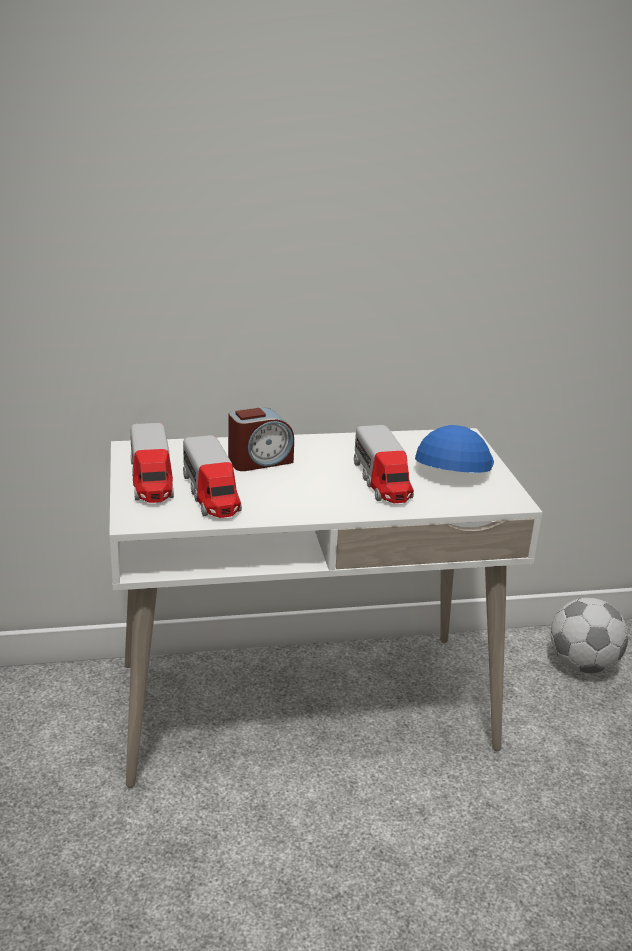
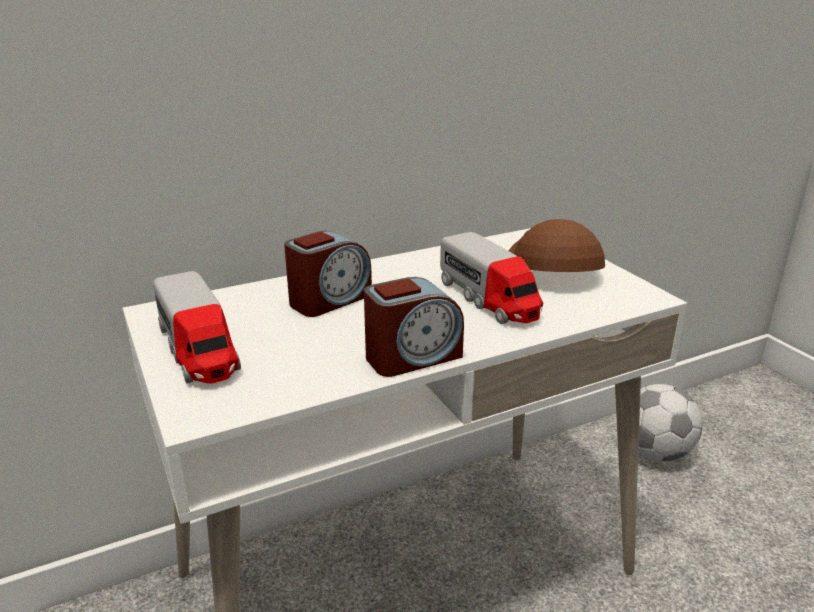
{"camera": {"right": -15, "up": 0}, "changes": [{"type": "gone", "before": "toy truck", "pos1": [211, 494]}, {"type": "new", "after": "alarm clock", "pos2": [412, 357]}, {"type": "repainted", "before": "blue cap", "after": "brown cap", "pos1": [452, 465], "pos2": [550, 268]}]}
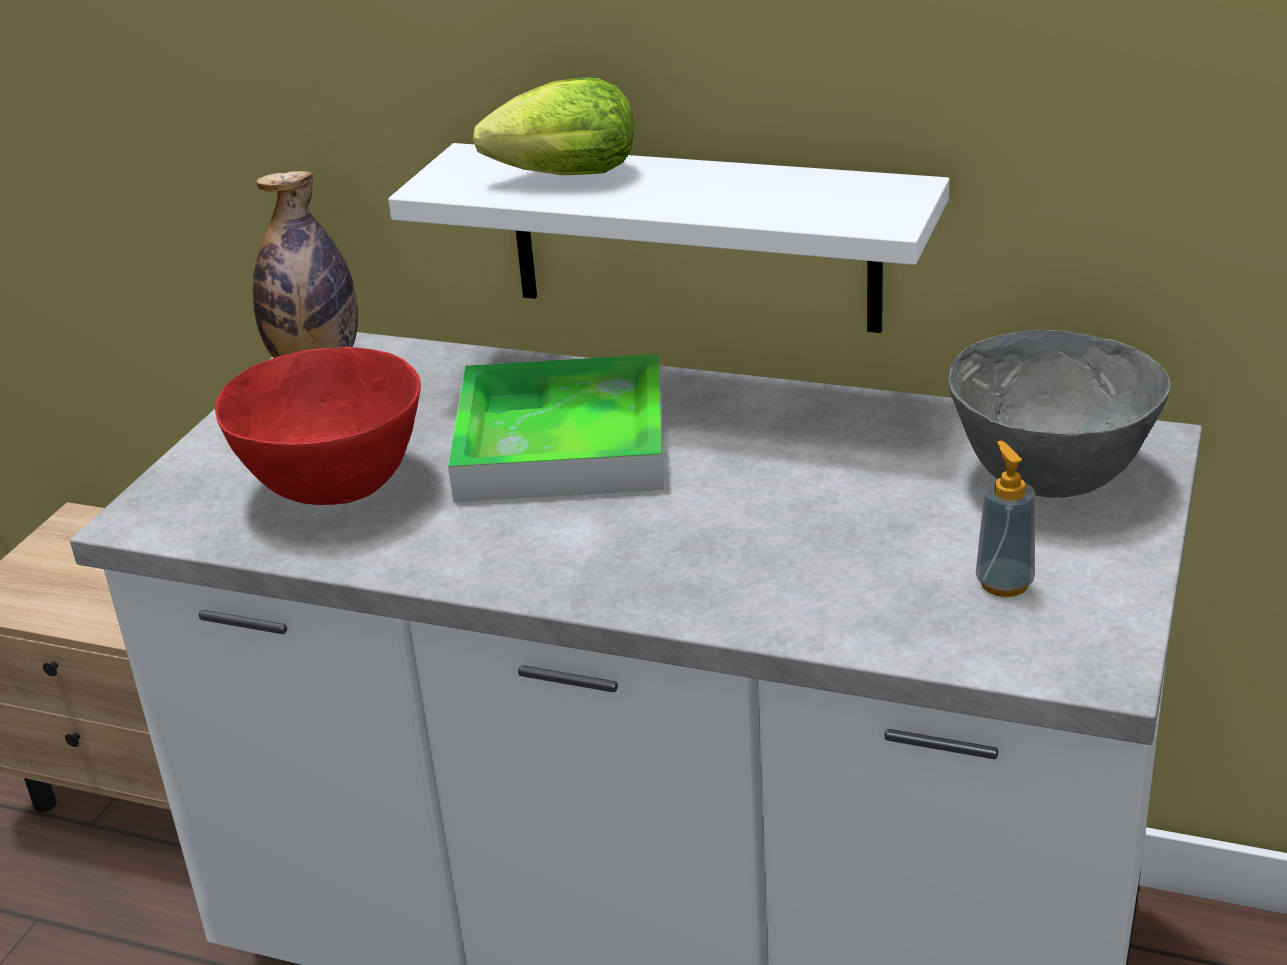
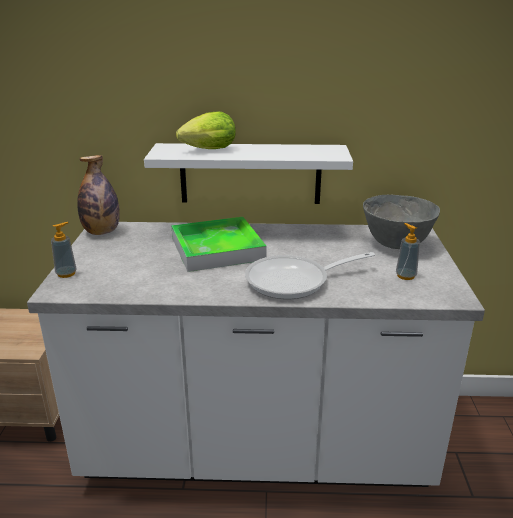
{"camera": {"right": -20, "up": -5}, "changes": [{"type": "gone", "before": "red bowl", "pos1": [337, 487]}, {"type": "new", "after": "soap dispenser", "pos2": [66, 273]}, {"type": "new", "after": "frying pan", "pos2": [294, 281]}]}
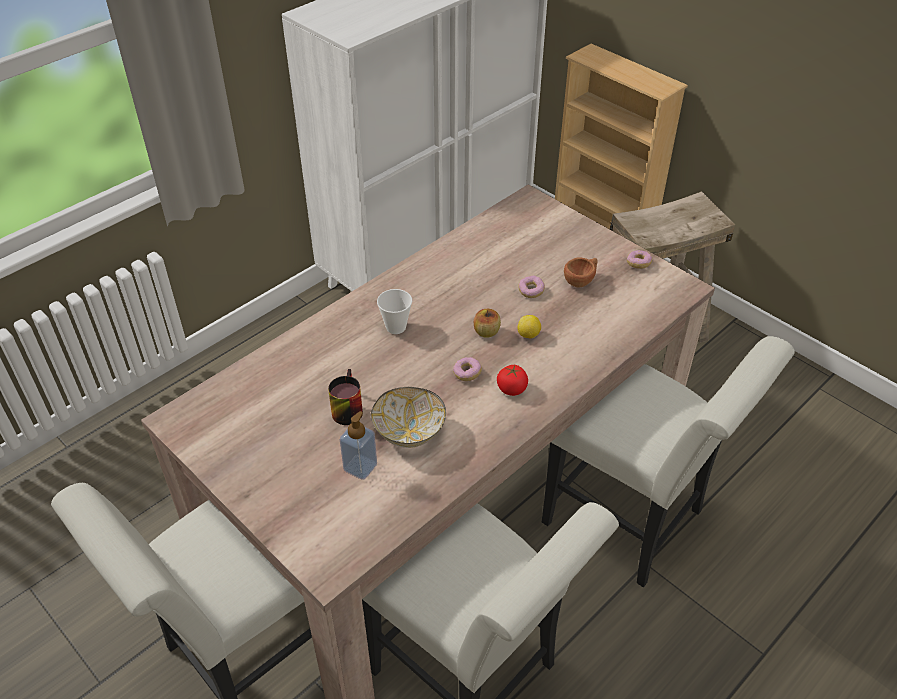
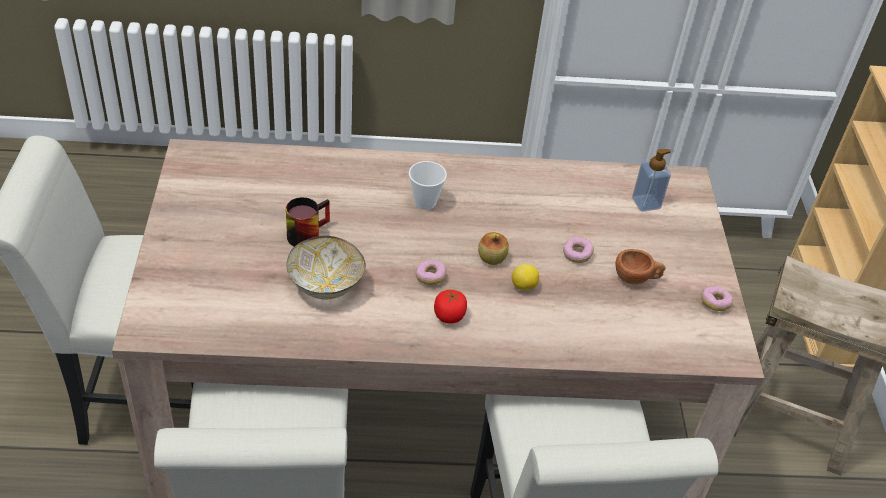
{"camera": {"right": 40, "up": 0}, "changes": [{"type": "shifted", "before": "soap dispenser", "pos1": [360, 467], "pos2": [646, 203]}]}
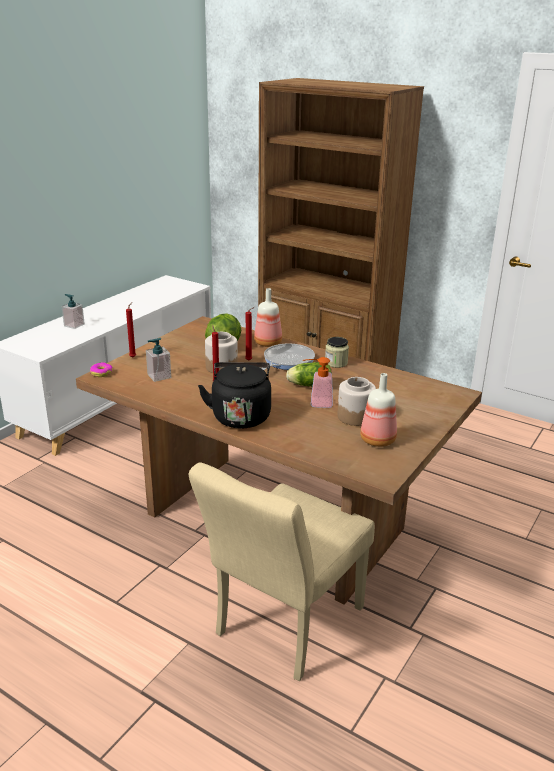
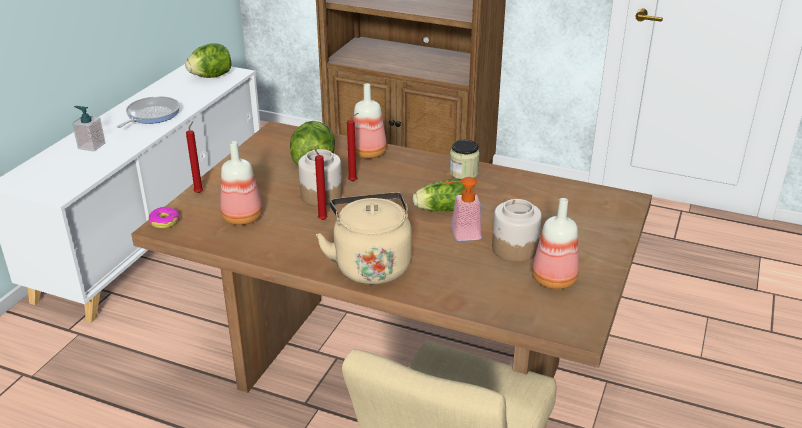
{"camera": {"right": -10, "up": 5}, "changes": [{"type": "new", "after": "lettuce", "pos2": [211, 76]}, {"type": "shifted", "before": "frying pan", "pos1": [286, 361], "pos2": [151, 115]}, {"type": "swapped", "before": "soap dispenser", "after": "bottle", "pos1": [159, 376], "pos2": [243, 218]}, {"type": "repainted", "before": "black kettle", "after": "beige kettle", "pos1": [240, 416], "pos2": [371, 265]}]}
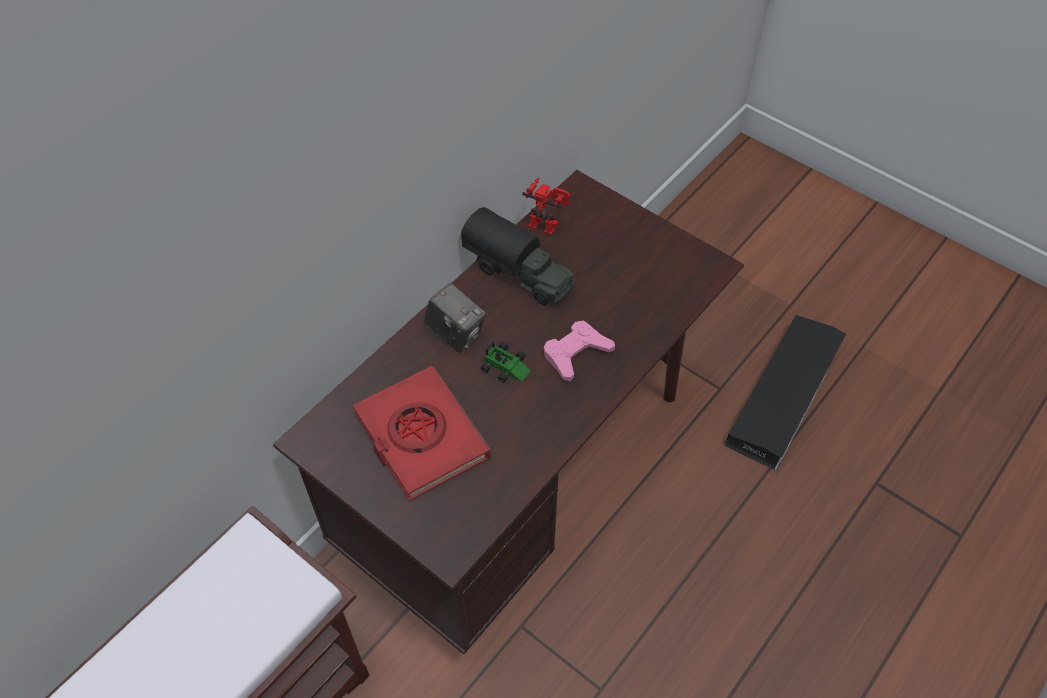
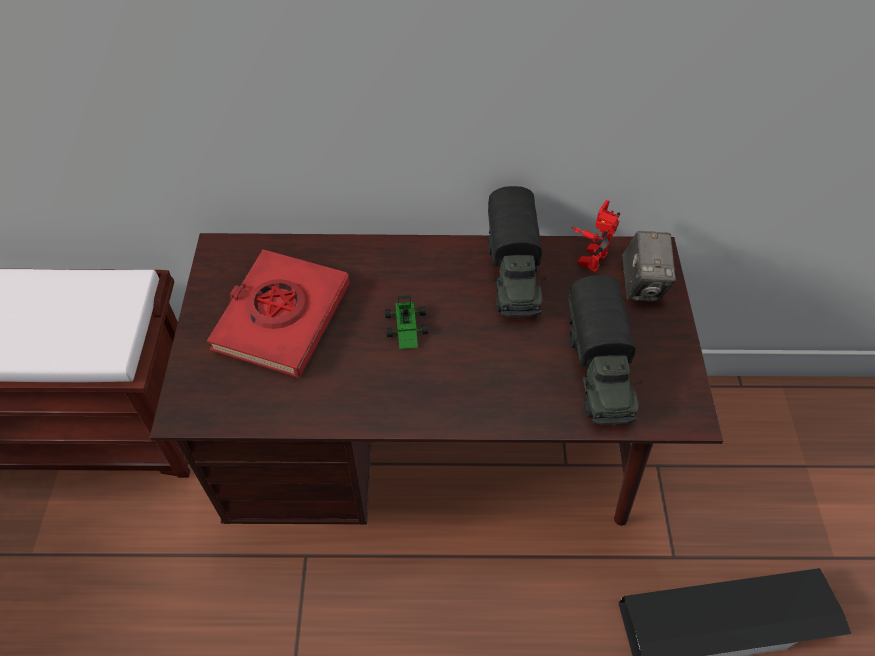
{"camera": {"right": 50, "up": 0}, "changes": [{"type": "gone", "before": "pink game controller", "pos1": [576, 353]}, {"type": "new", "after": "toy truck", "pos2": [598, 369]}, {"type": "shifted", "before": "photo camera", "pos1": [455, 333], "pos2": [641, 285]}, {"type": "rotated", "before": "toy robot", "pos1": [547, 223], "pos2": [589, 255], "turn": -135}]}
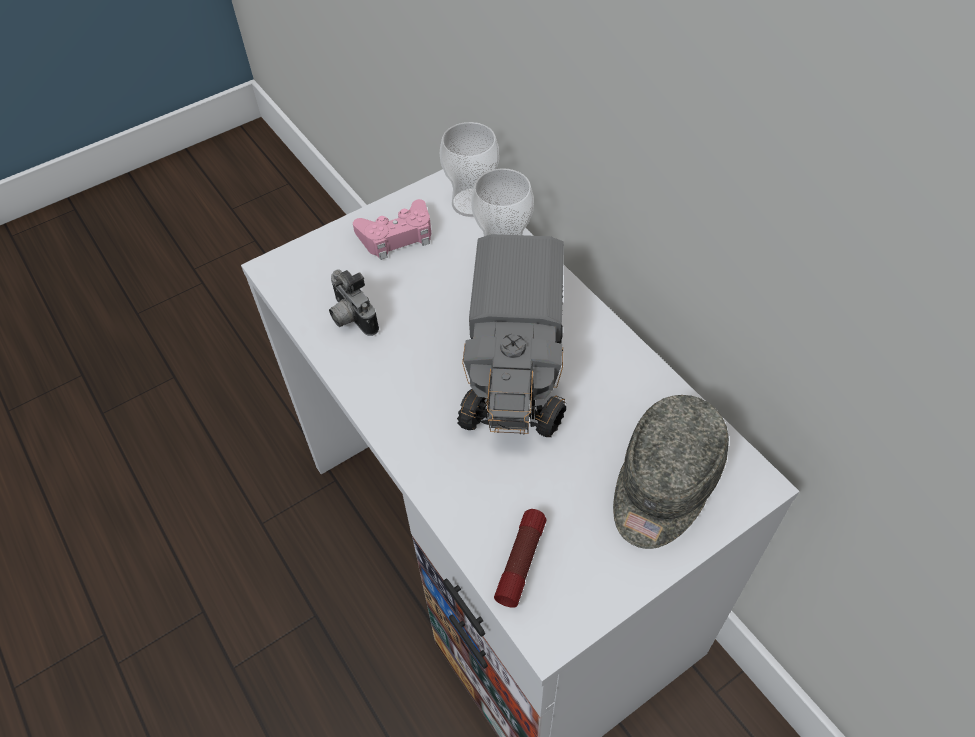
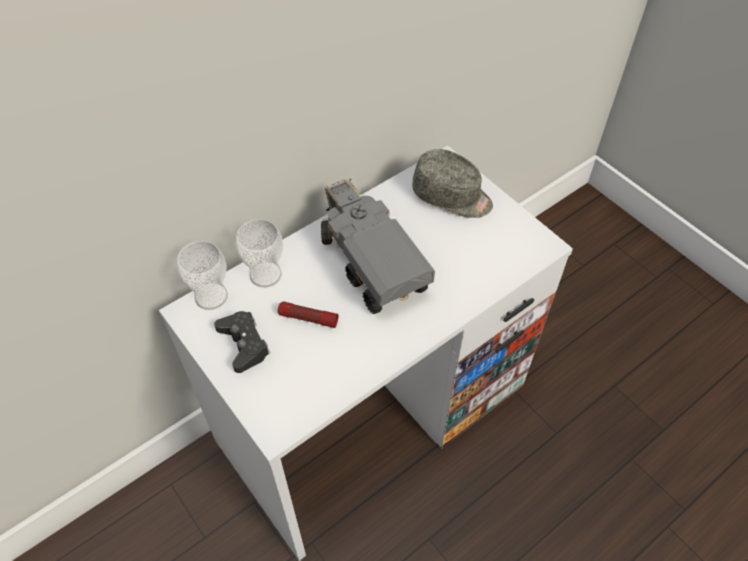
{"camera": {"right": -95, "up": 0}, "changes": [{"type": "gone", "before": "photo camera", "pos1": [351, 318]}, {"type": "shifted", "before": "flashlight", "pos1": [521, 561], "pos2": [308, 318]}, {"type": "repainted", "before": "pink game controller", "after": "black game controller", "pos1": [397, 236], "pos2": [244, 344]}, {"type": "rotated", "before": "toy truck", "pos1": [515, 364], "pos2": [371, 264], "turn": -120}]}
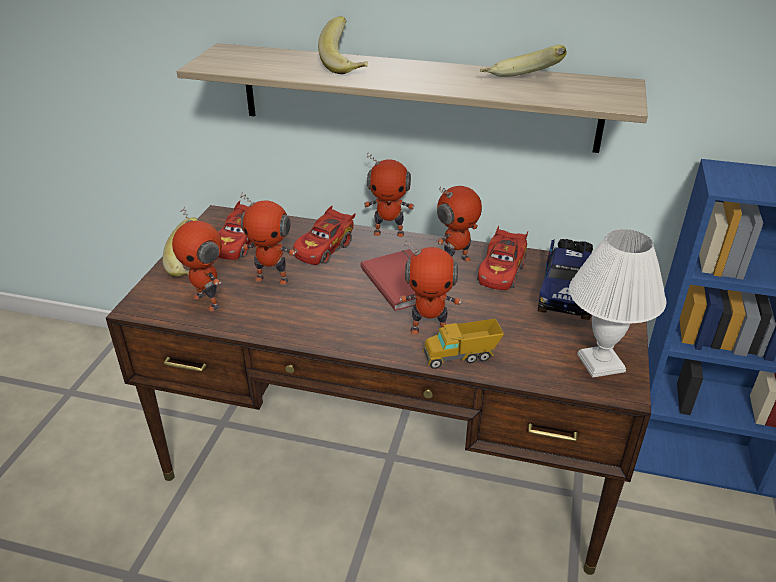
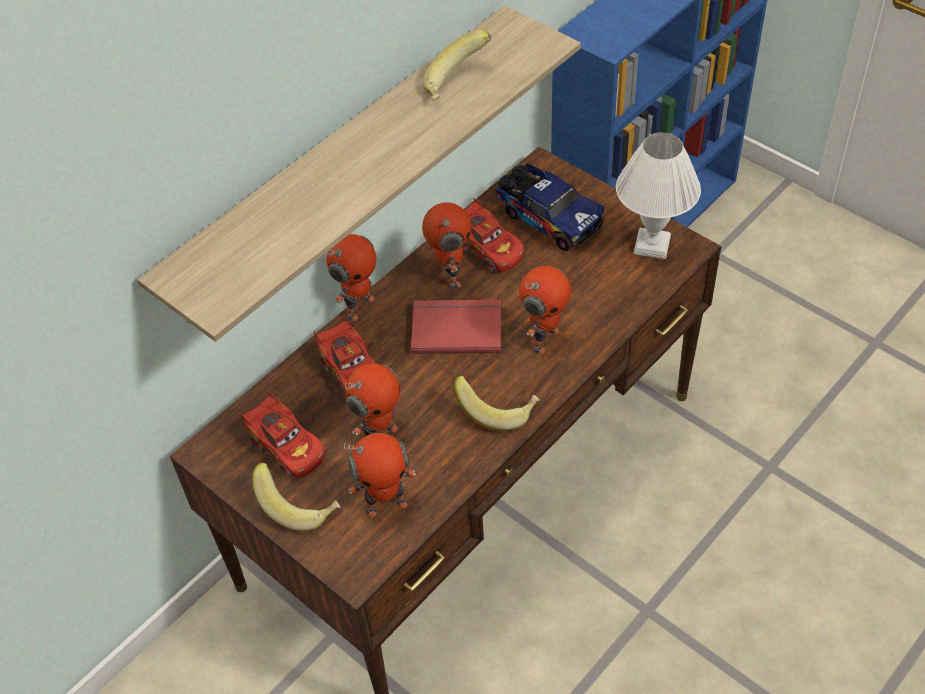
{"camera": {"right": -60, "up": 15}, "changes": [{"type": "gone", "before": "toy truck", "pos1": [461, 357]}, {"type": "shifted", "before": "banana", "pos1": [347, 66], "pos2": [497, 410]}]}
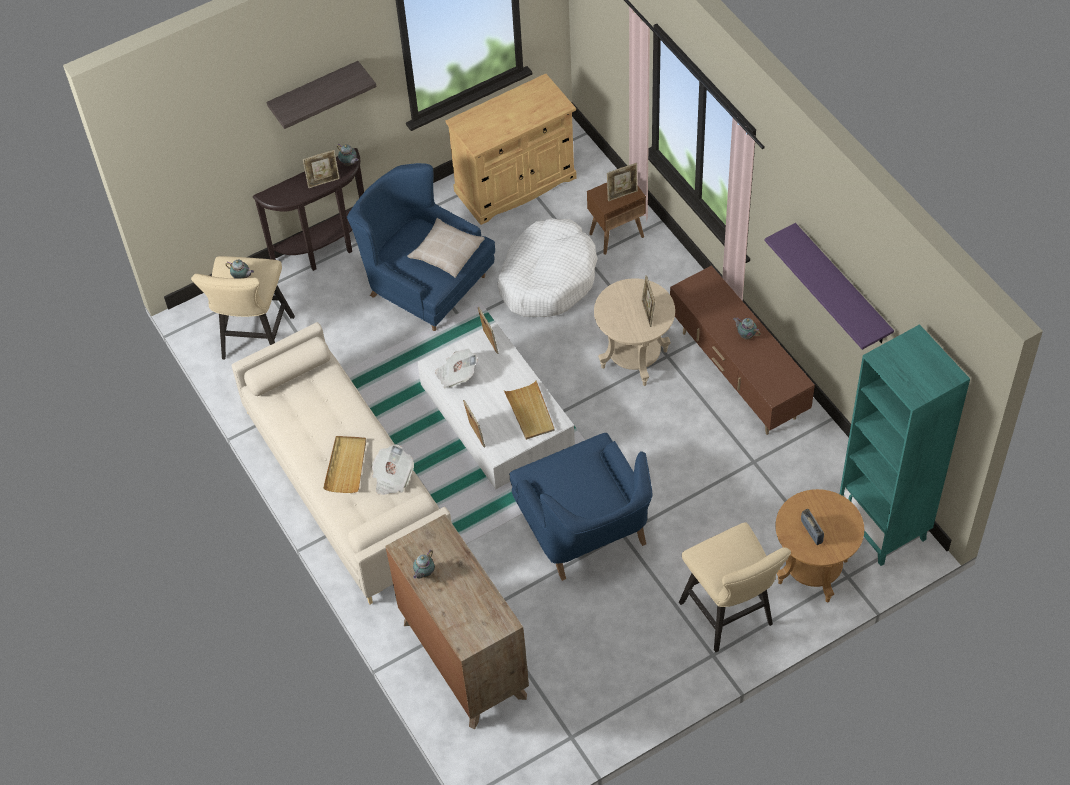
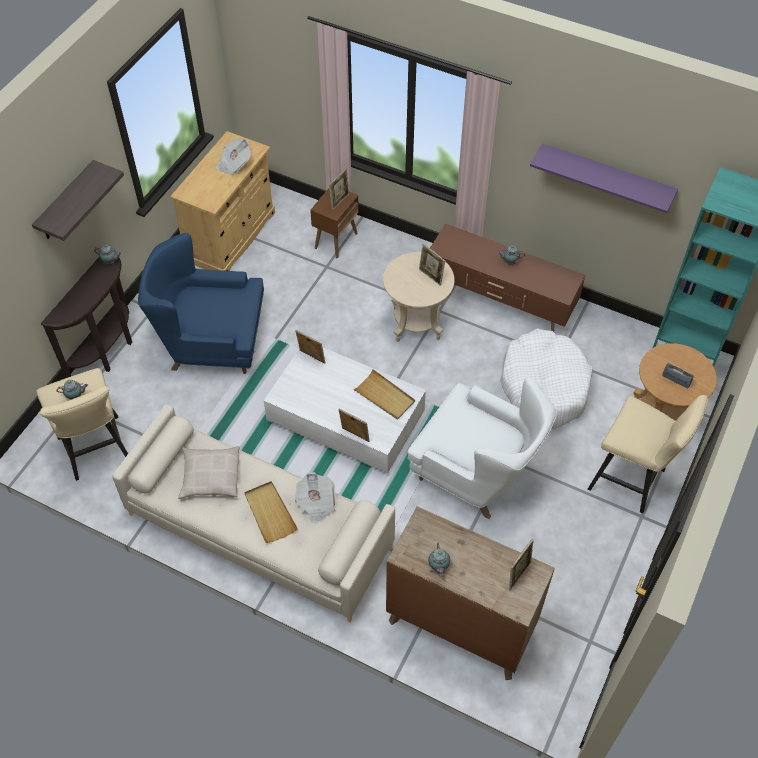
{"camera": {"right": -35, "up": 0}, "changes": [{"type": "shifted", "before": "picture frame", "pos1": [323, 182], "pos2": [518, 574]}, {"type": "shifted", "before": "beige pillow", "pos1": [446, 253], "pos2": [210, 476]}, {"type": "shifted", "before": "newspaper", "pos1": [456, 375], "pos2": [234, 164]}, {"type": "shifted", "before": "white dog bed", "pos1": [547, 278], "pos2": [544, 386]}, {"type": "repainted", "before": "blue armchair", "after": "white armchair", "pos1": [585, 530], "pos2": [477, 470]}]}
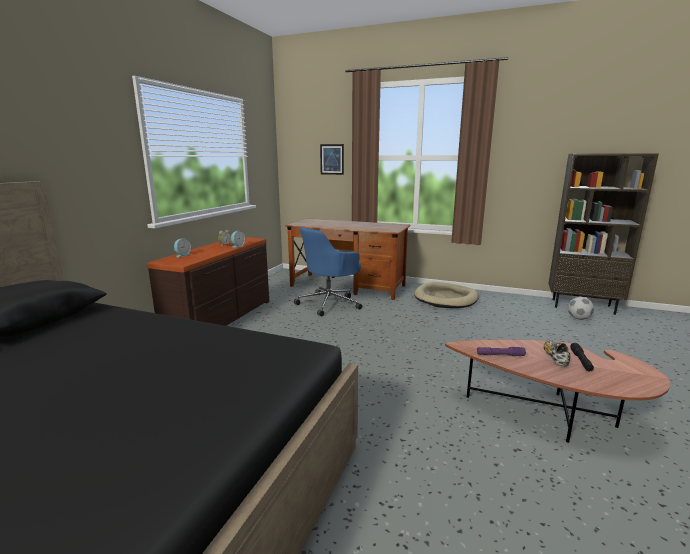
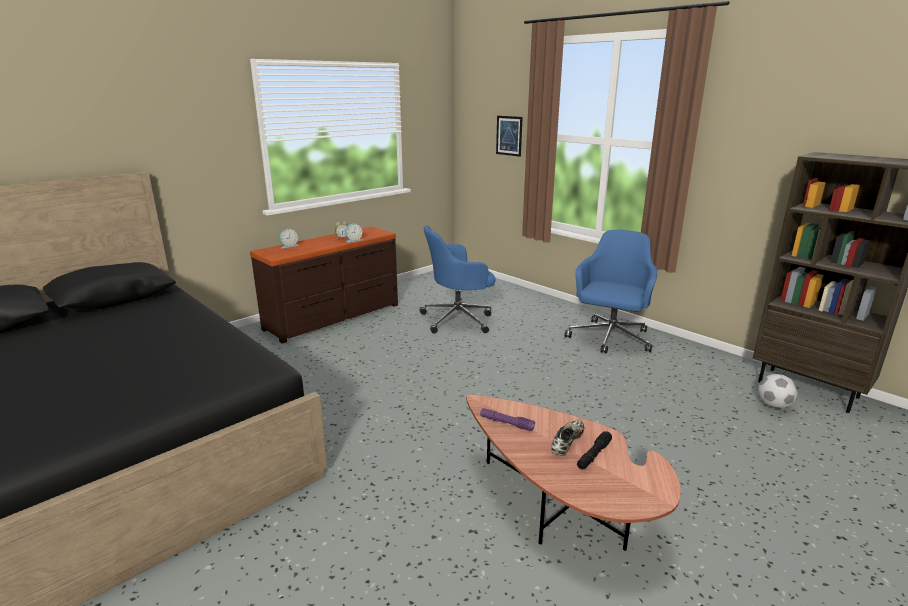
{"camera": {"right": 25, "up": 5}, "changes": [{"type": "gone", "before": "desk", "pos1": [348, 286]}, {"type": "swapped", "before": "beige dog bed", "after": "blue office chair", "pos1": [446, 298], "pos2": [609, 338]}]}
